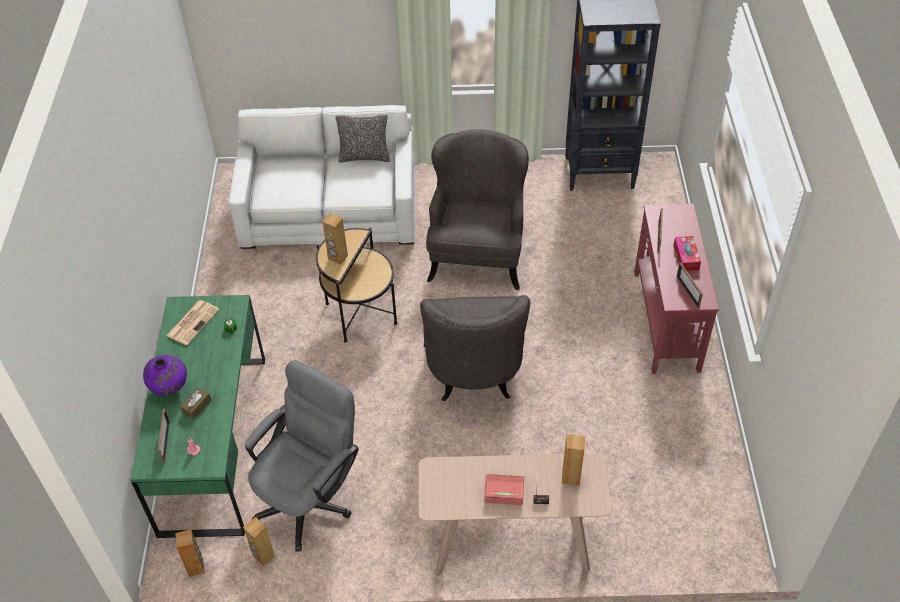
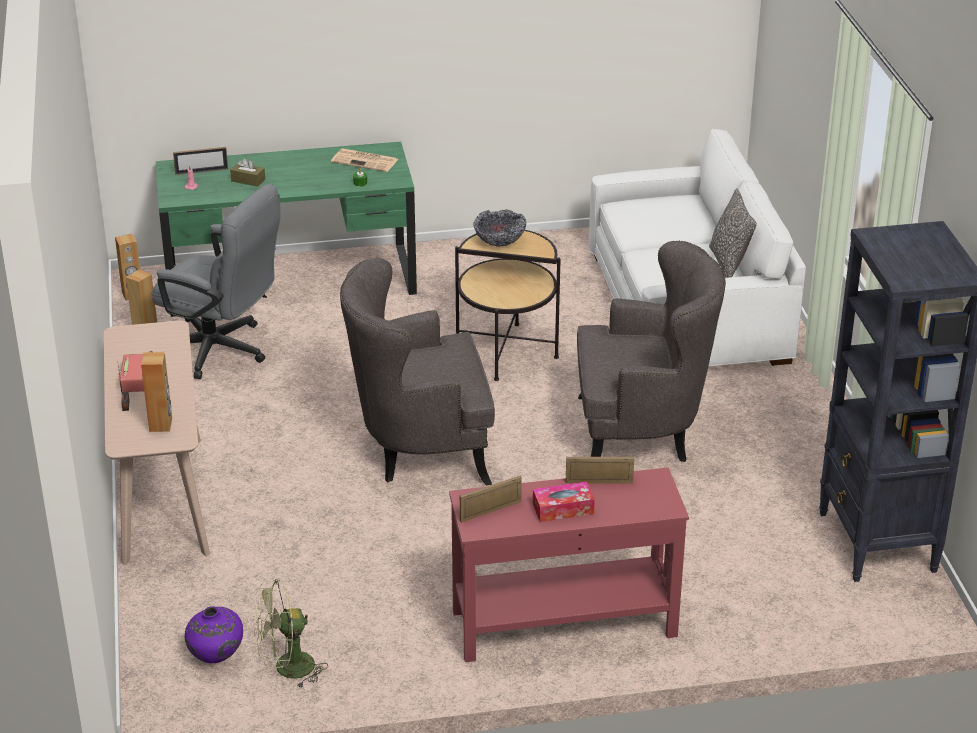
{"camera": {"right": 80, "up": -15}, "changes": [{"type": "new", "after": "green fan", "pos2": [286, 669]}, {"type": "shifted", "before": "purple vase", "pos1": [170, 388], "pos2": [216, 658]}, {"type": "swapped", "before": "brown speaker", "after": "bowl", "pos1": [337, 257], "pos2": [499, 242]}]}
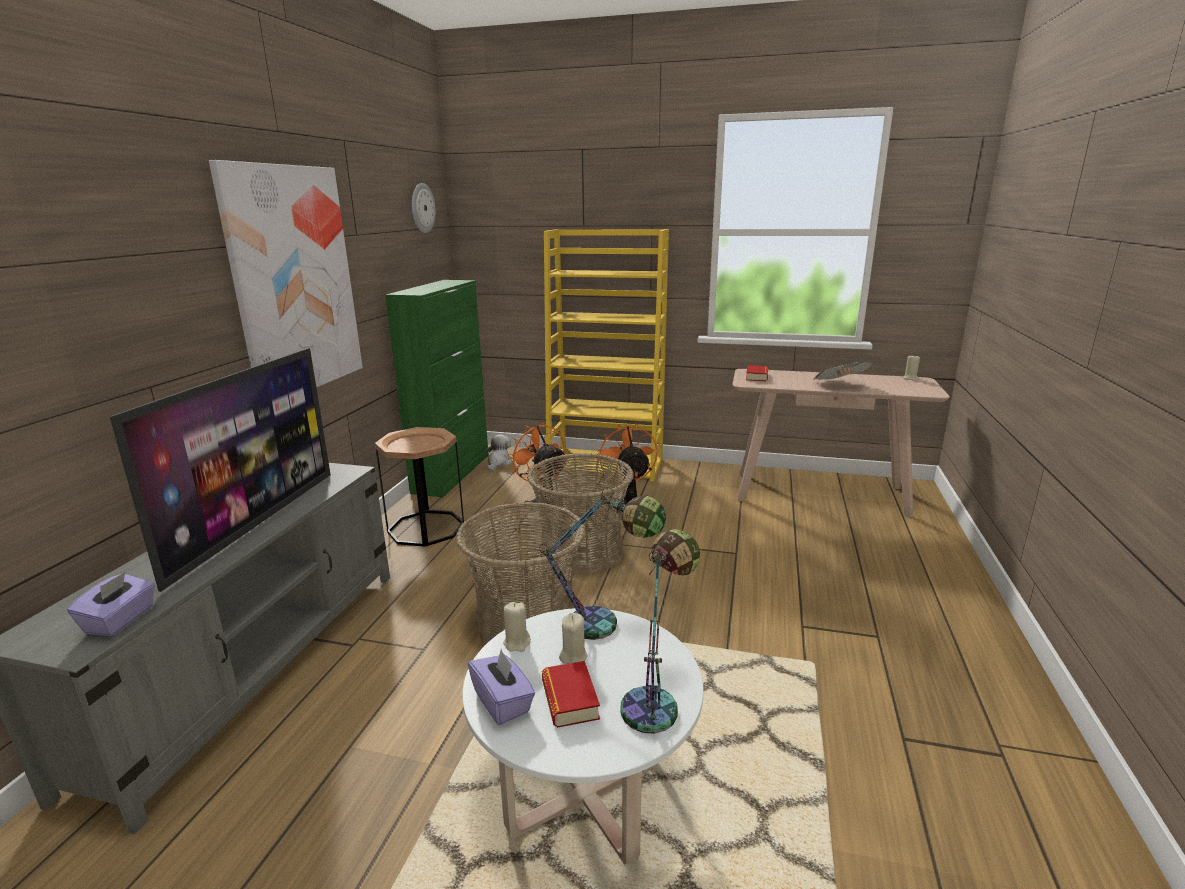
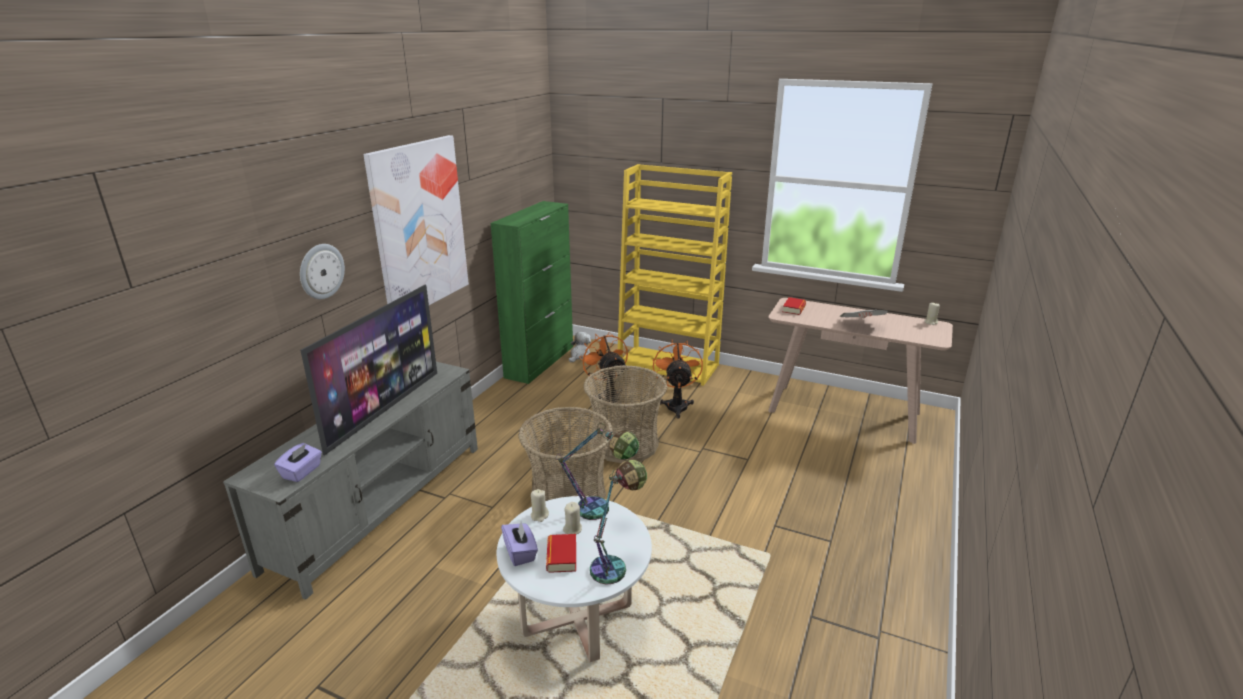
{"camera": {"right": 10, "up": 5}, "changes": [{"type": "gone", "before": "brown side table", "pos1": [426, 528]}, {"type": "shifted", "before": "wall clock", "pos1": [422, 208], "pos2": [321, 271]}]}
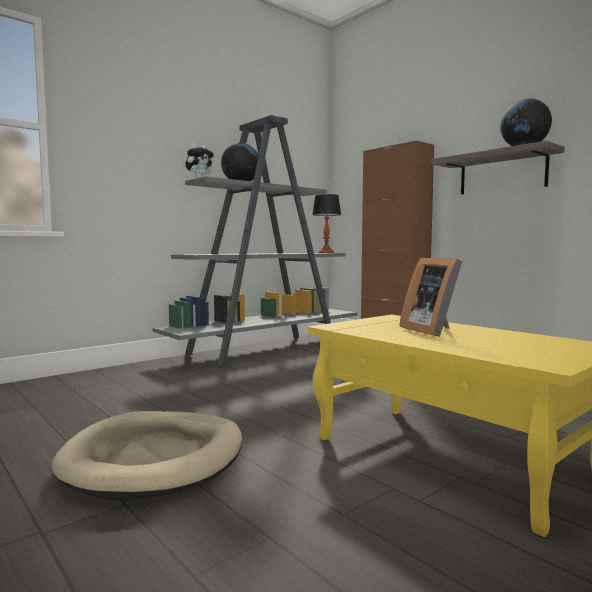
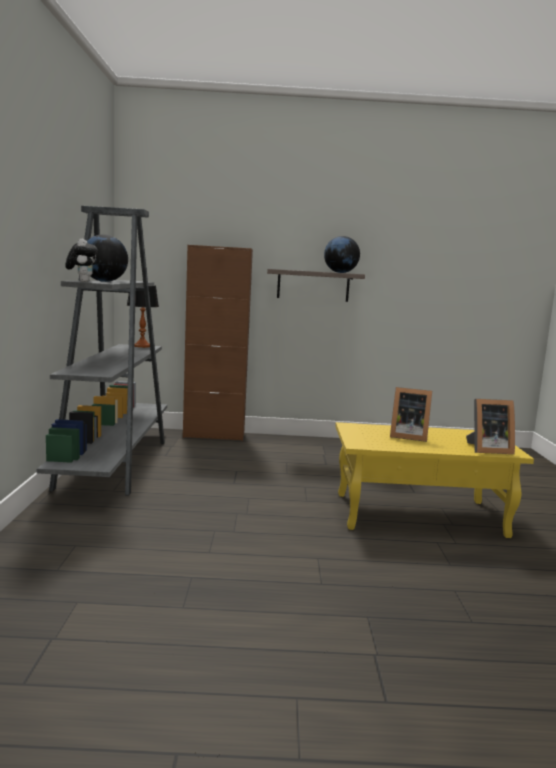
{"camera": {"right": -50, "up": 5}, "changes": [{"type": "gone", "before": "beige dog bed", "pos1": [155, 459]}, {"type": "new", "after": "picture frame", "pos2": [487, 449]}]}
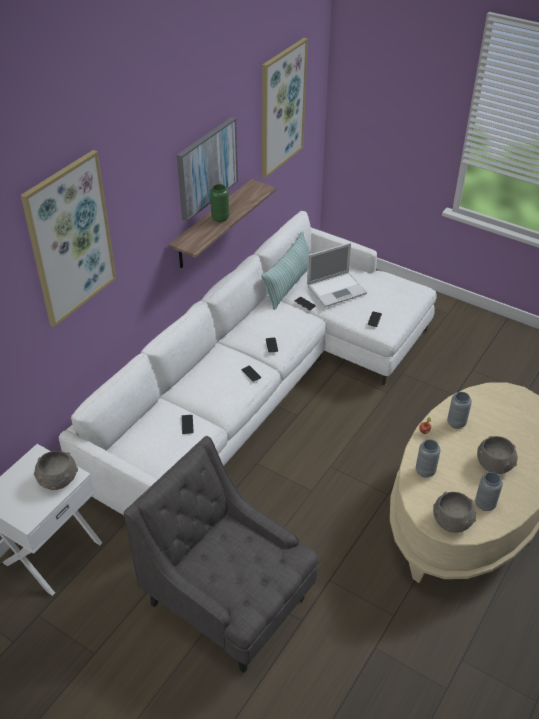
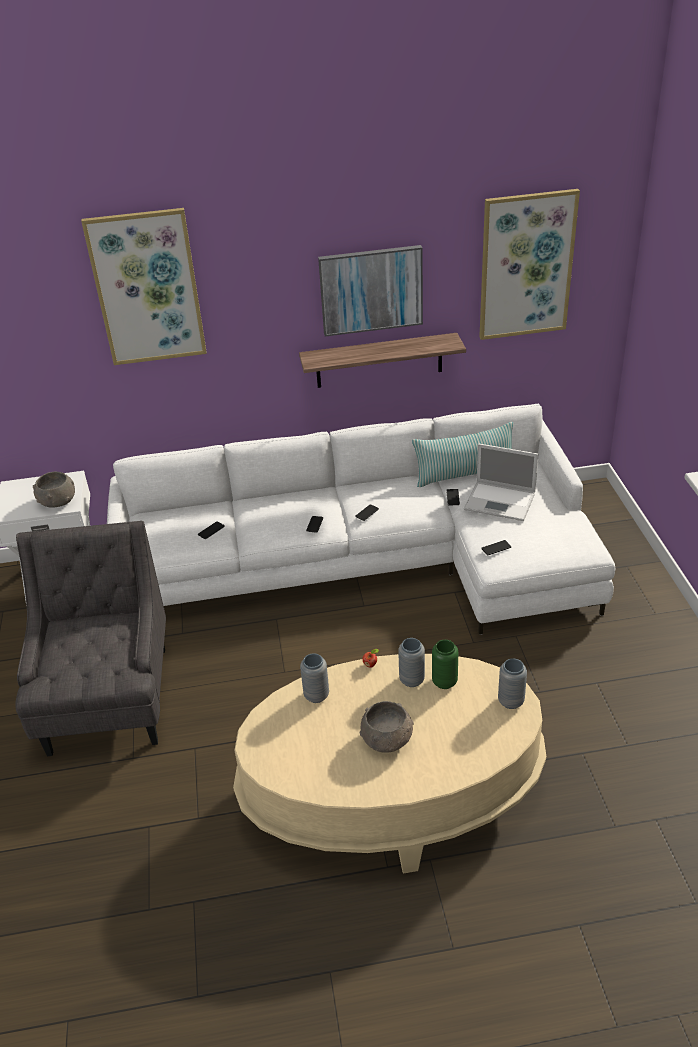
{"camera": {"right": 50, "up": -5}, "changes": [{"type": "gone", "before": "grey bowl", "pos1": [452, 521]}, {"type": "shifted", "before": "green vase", "pos1": [220, 218], "pos2": [444, 682]}, {"type": "shifted", "before": "grey vase", "pos1": [485, 504], "pos2": [511, 701]}]}
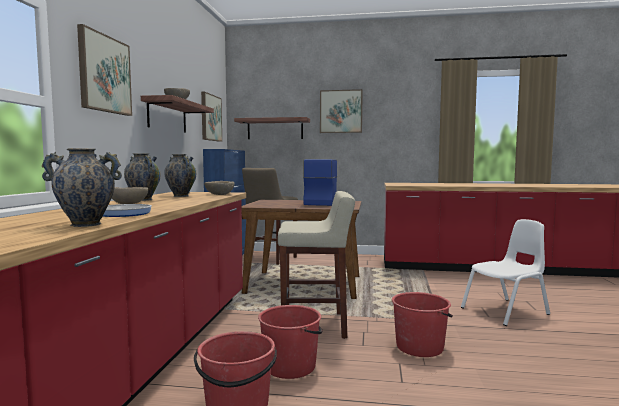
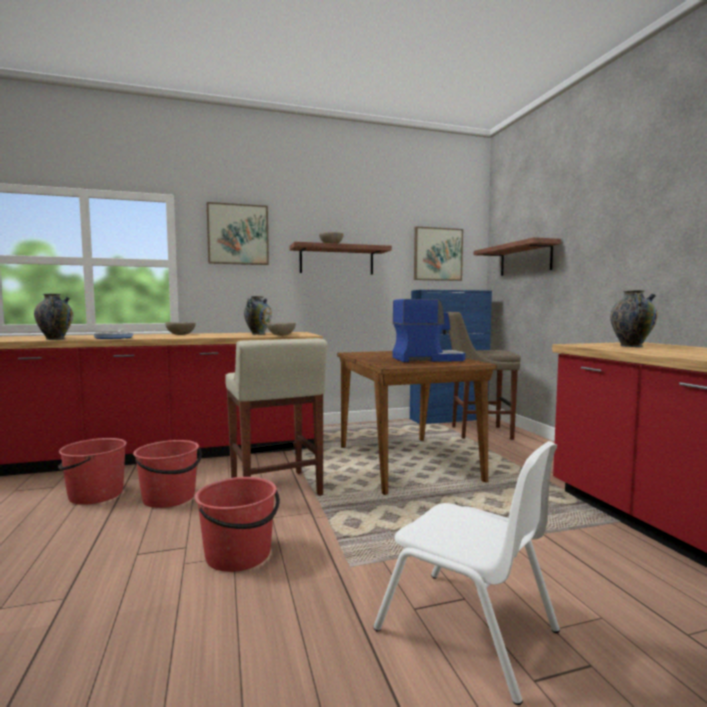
{"camera": {"right": 65, "up": 0}, "changes": [{"type": "gone", "before": "picture", "pos1": [341, 111]}, {"type": "shifted", "before": "vase", "pos1": [143, 200], "pos2": [631, 346]}]}
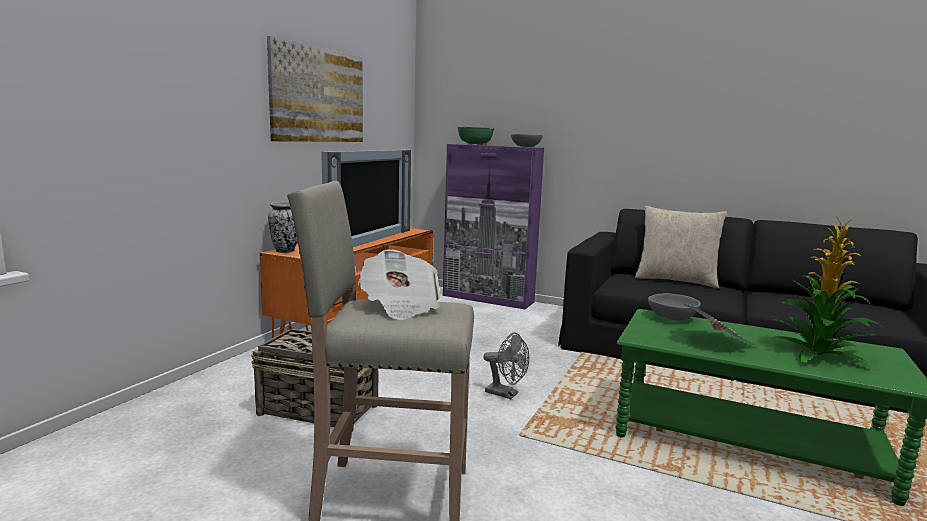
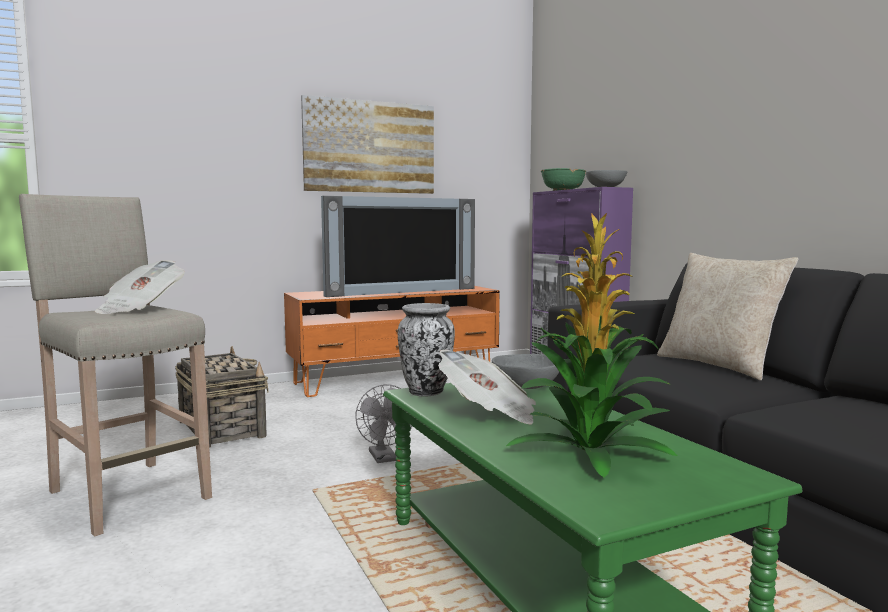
{"camera": {"right": 40, "up": -5}, "changes": [{"type": "shifted", "before": "vase", "pos1": [285, 251], "pos2": [426, 392]}]}
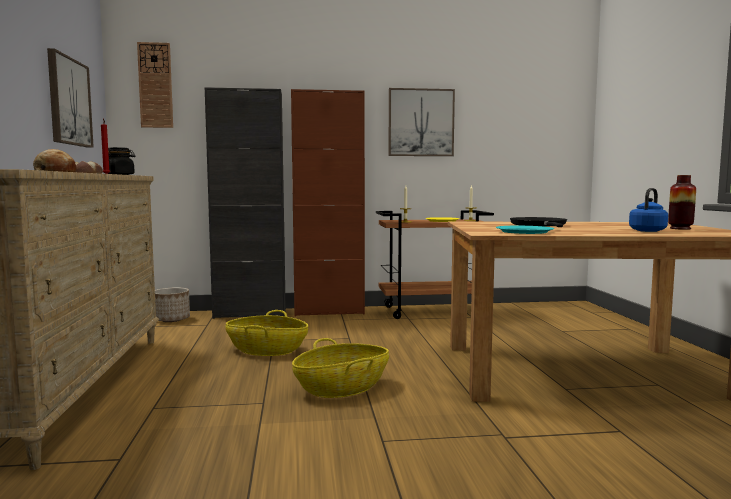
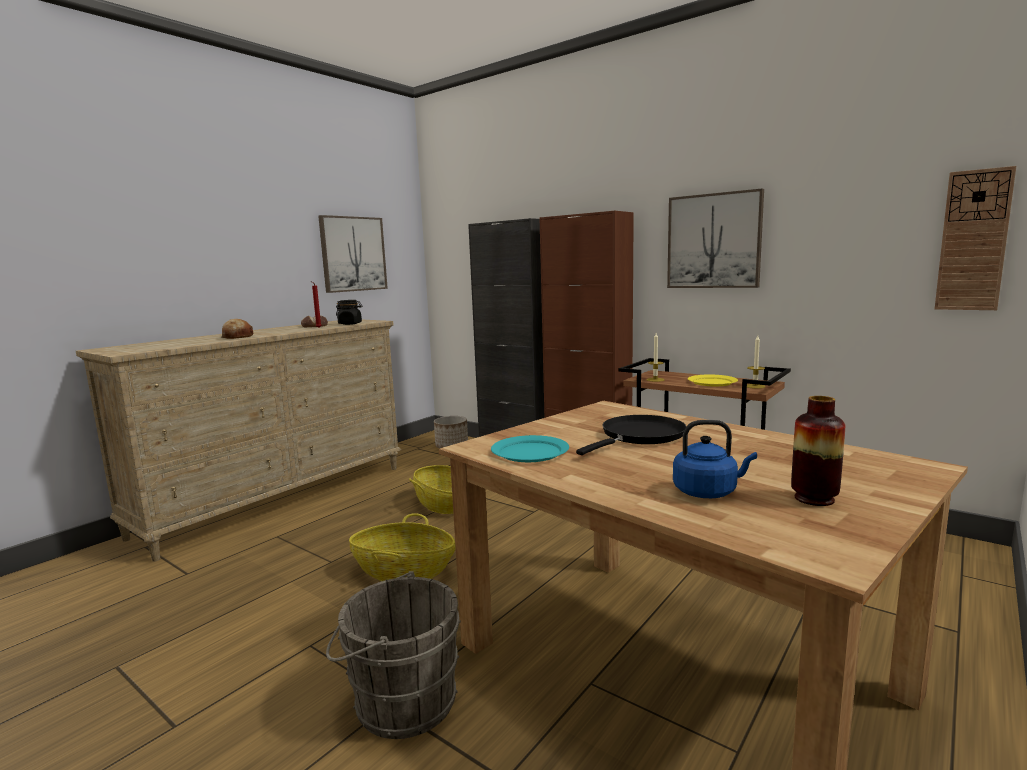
{"camera": {"right": 45, "up": 5}, "changes": [{"type": "new", "after": "grey bucket", "pos2": [399, 702]}, {"type": "shifted", "before": "wall clock", "pos1": [155, 85], "pos2": [973, 241]}]}
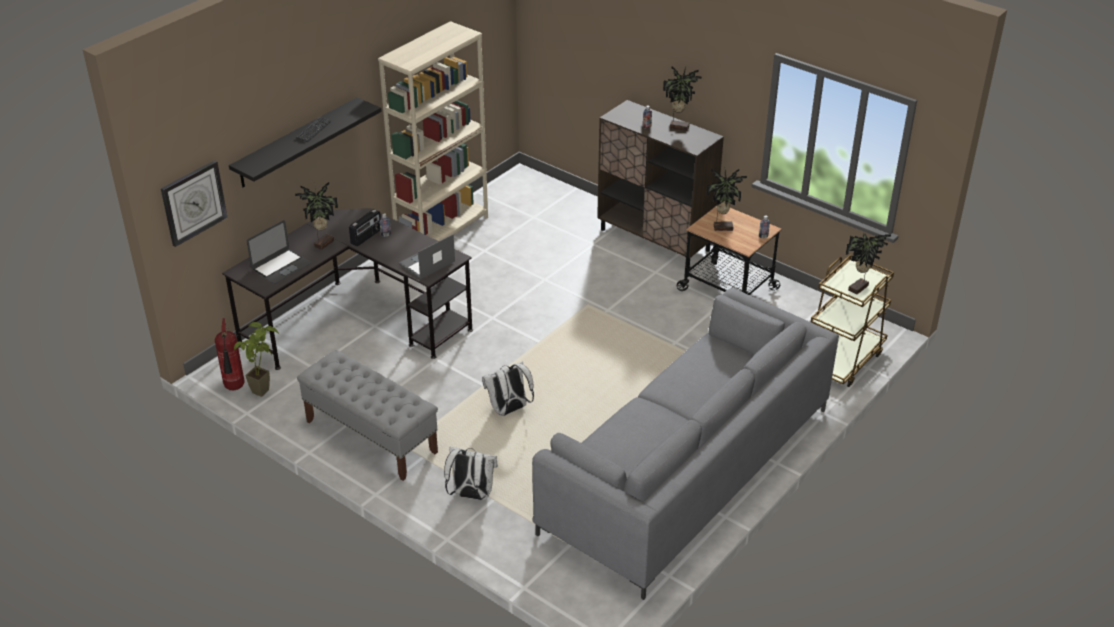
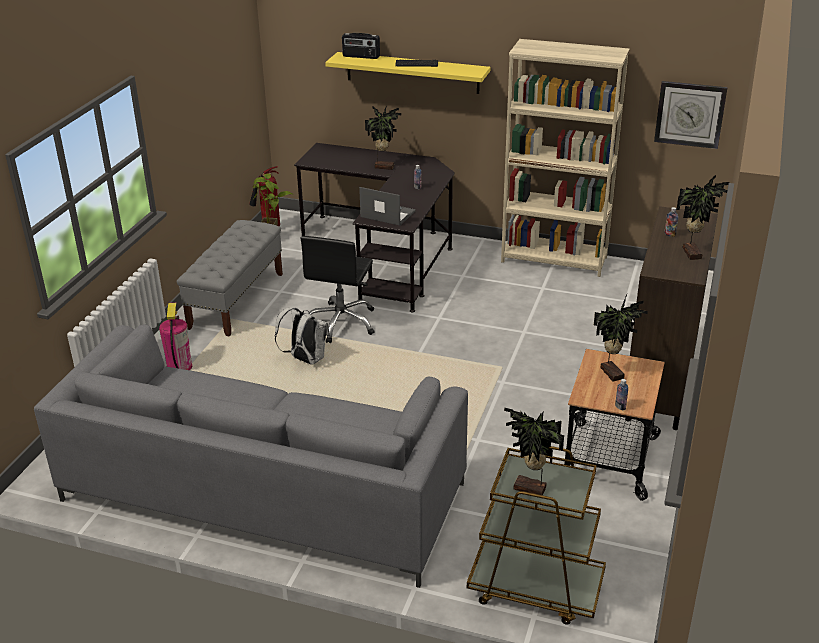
{"camera": {"right": 70, "up": -5}, "changes": [{"type": "gone", "before": "laptop", "pos1": [281, 266]}, {"type": "new", "after": "black office chair", "pos2": [341, 323]}, {"type": "shifted", "before": "wall clock", "pos1": [193, 202], "pos2": [690, 114]}, {"type": "shifted", "before": "radio", "pos1": [366, 237], "pos2": [361, 56]}, {"type": "swapped", "before": "white backpack", "after": "fire extinguisher", "pos1": [471, 495], "pos2": [179, 367]}, {"type": "repainted", "before": "black shelf", "after": "yellow shelf", "pos1": [297, 143], "pos2": [412, 72]}]}
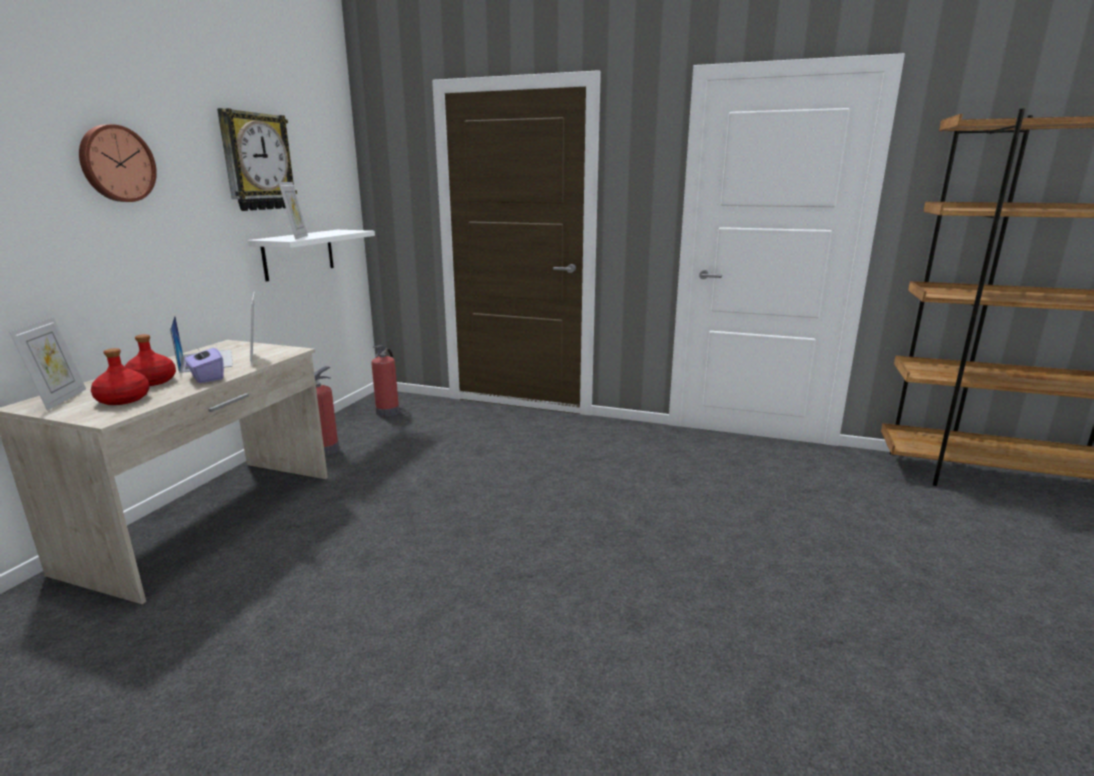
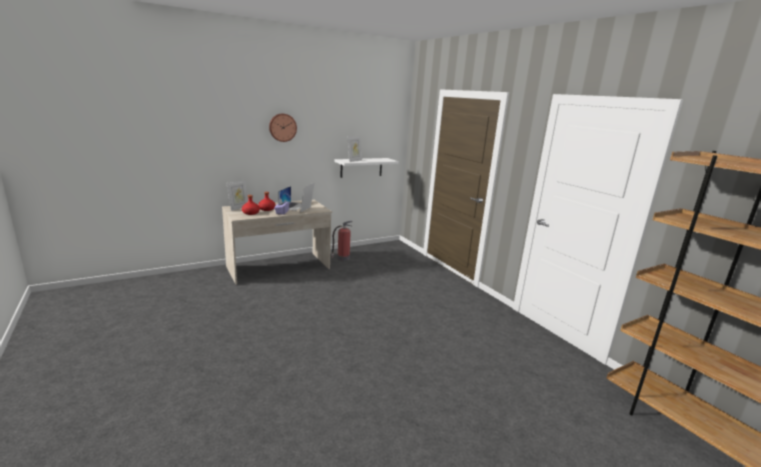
{"camera": {"right": 40, "up": 0}, "changes": [{"type": "gone", "before": "wall clock", "pos1": [256, 162]}, {"type": "gone", "before": "fire extinguisher", "pos1": [388, 412]}]}
